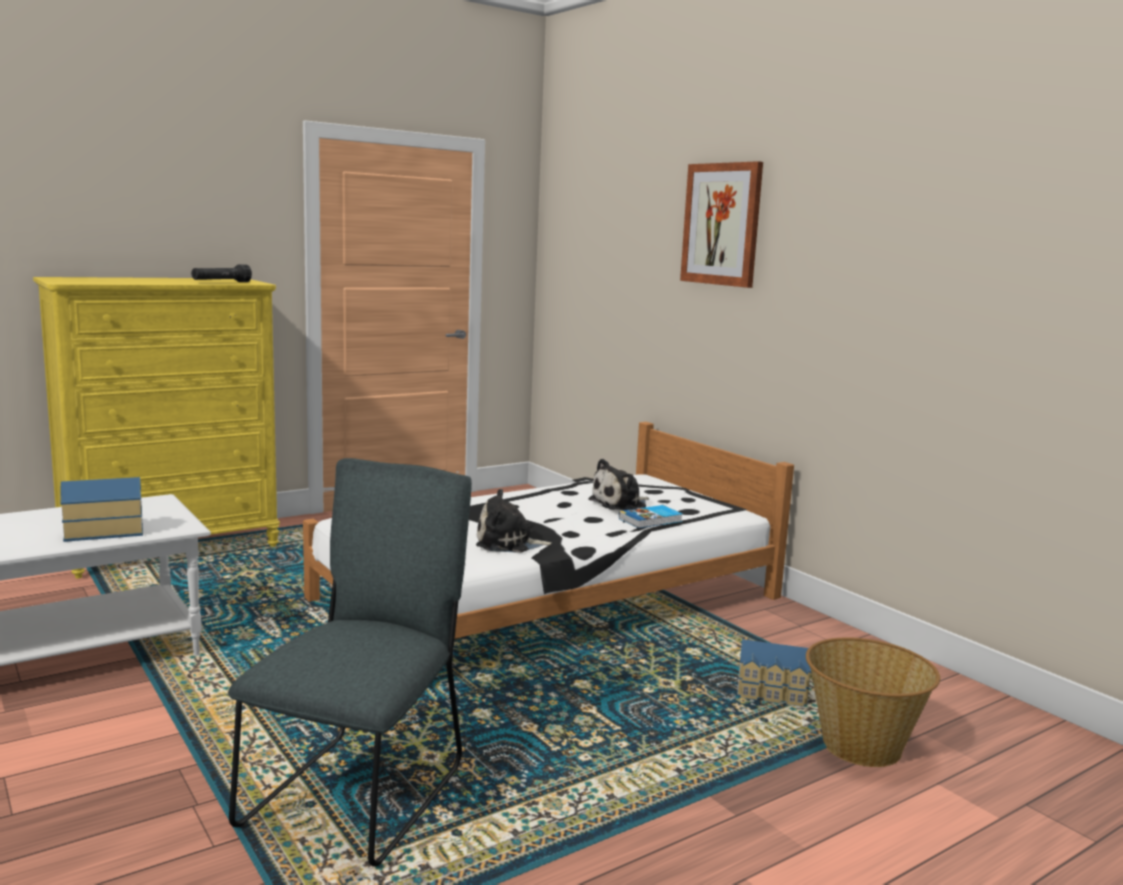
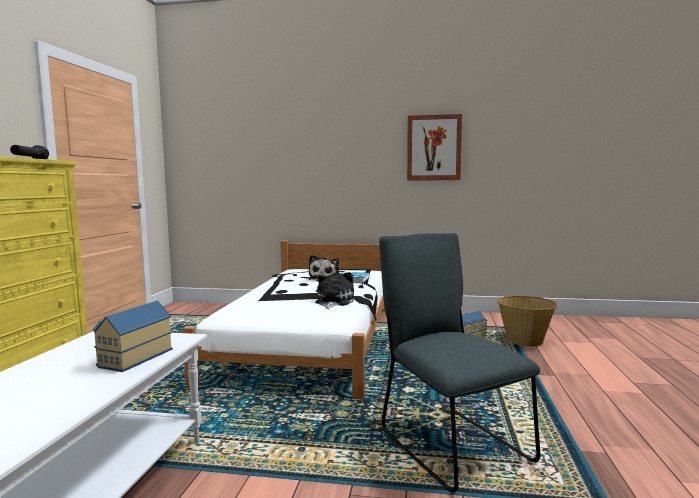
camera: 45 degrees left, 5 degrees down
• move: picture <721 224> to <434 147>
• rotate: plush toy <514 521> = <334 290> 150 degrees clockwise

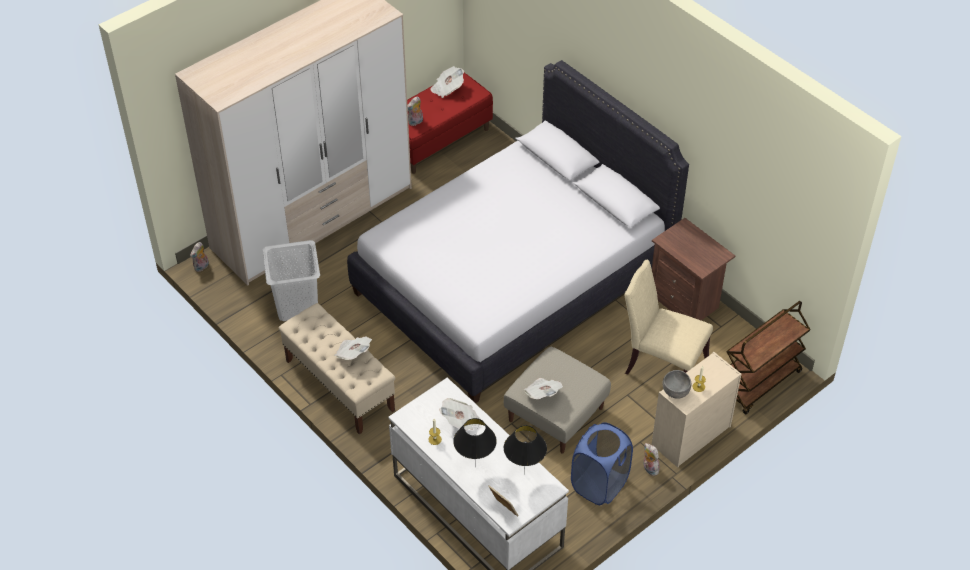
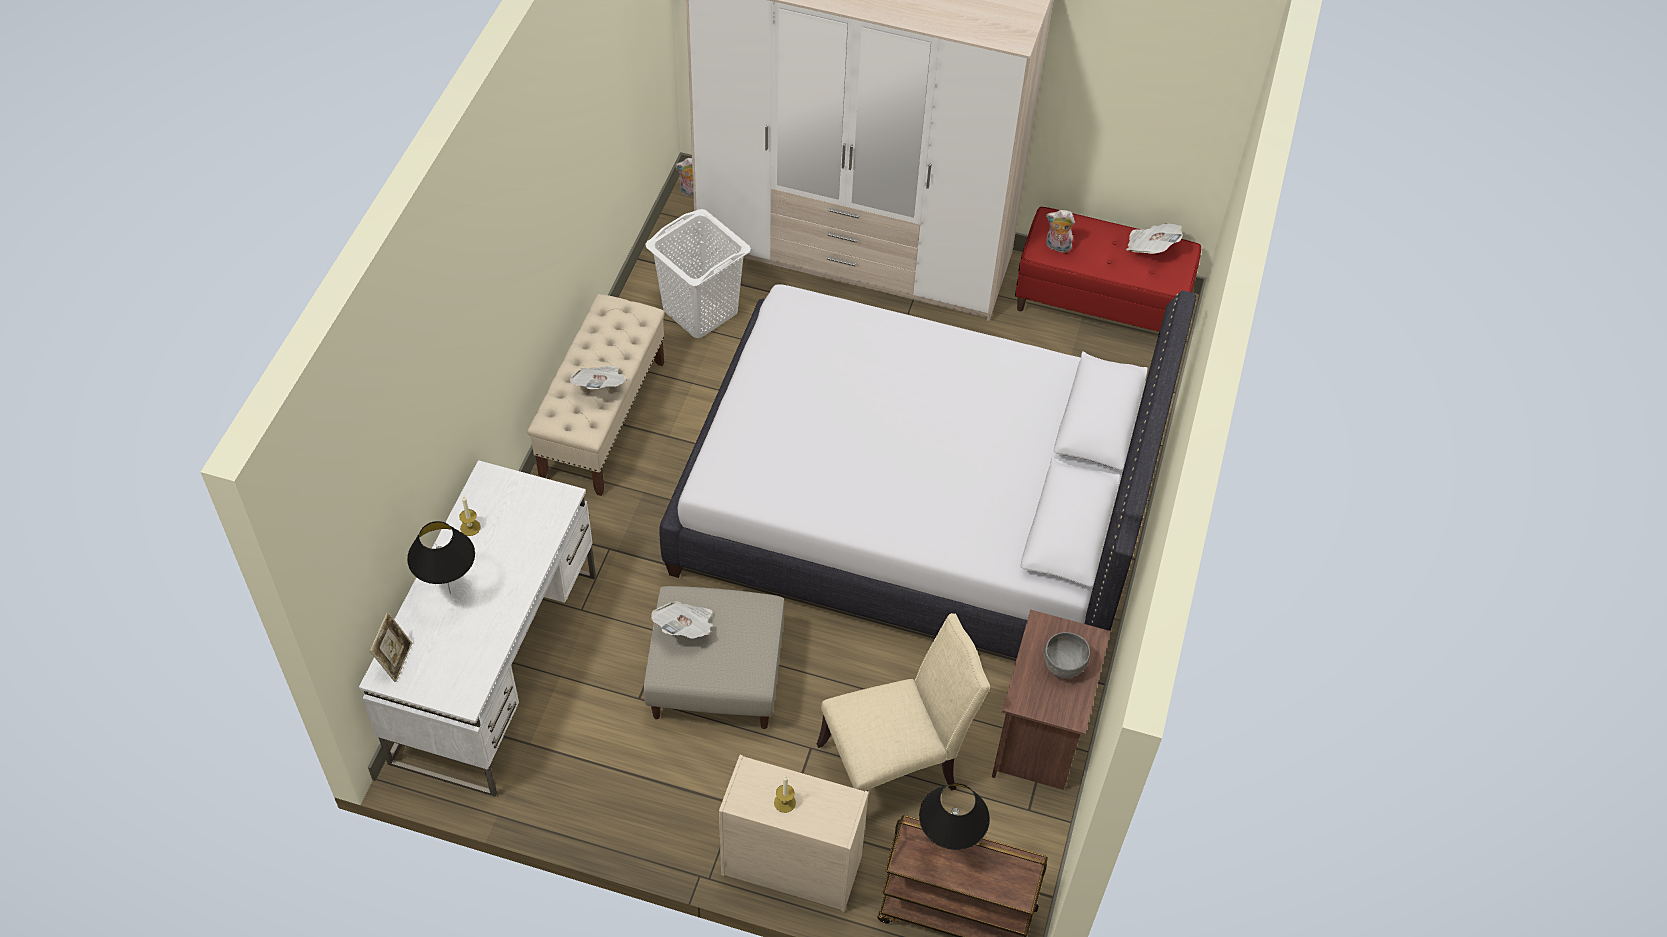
camera: 55 degrees right, 5 degrees up
• delete: daily paper <459 414>
• delete: laundry basket (blue-coloured) <602 463>
• delete: plush toy <651 459>
• move: table lamp (black-coloured) <525 449> to <954 816>
• move: bowl (gray) <677 384> to <1067 655>
• rotate: plain chair (sand-coloured) <669 317> = <903 702> 75 degrees clockwise

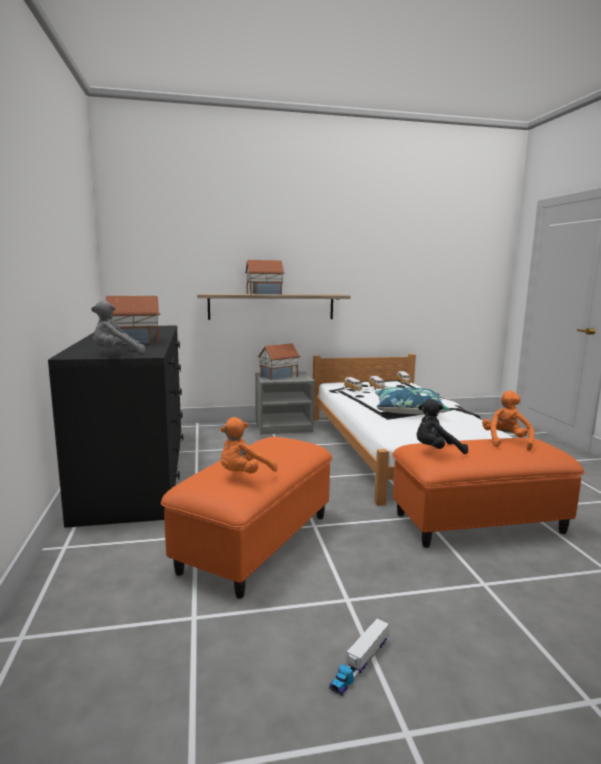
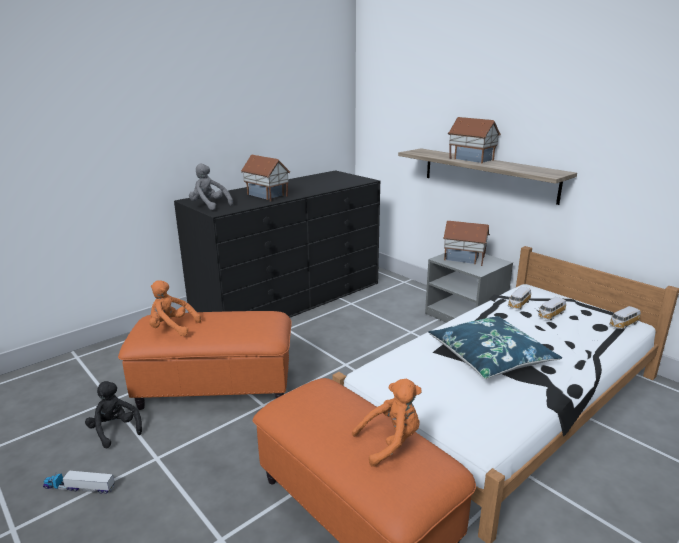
camera: 60 degrees right, 10 degrees up
• move: plush toy (black-coloured) <442 426> to <113 414>

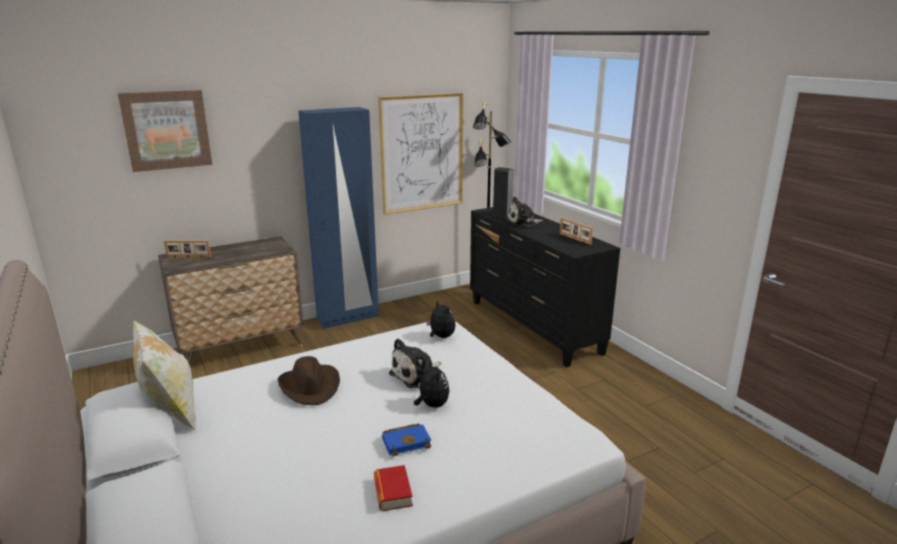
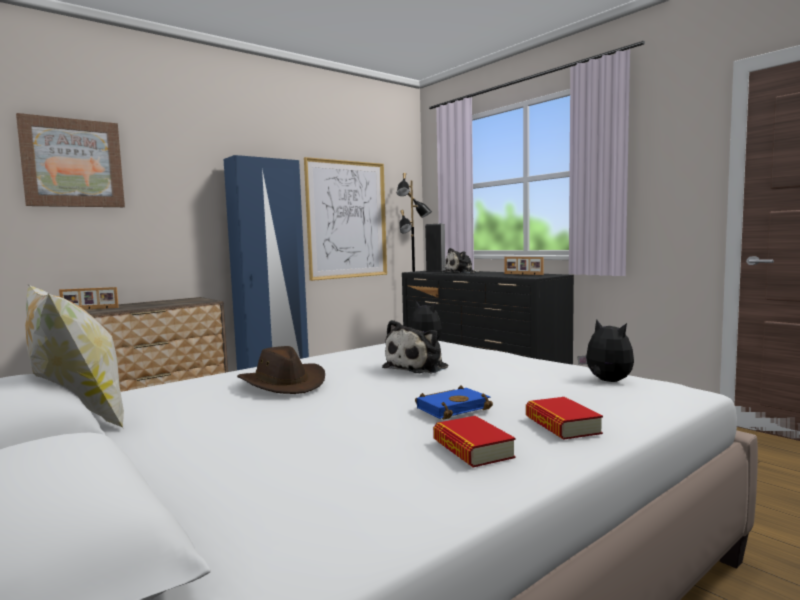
camera: 10 degrees left, 15 degrees down
• insert: bound book <564 418>
• move: plush toy <431 384> to <605 350>

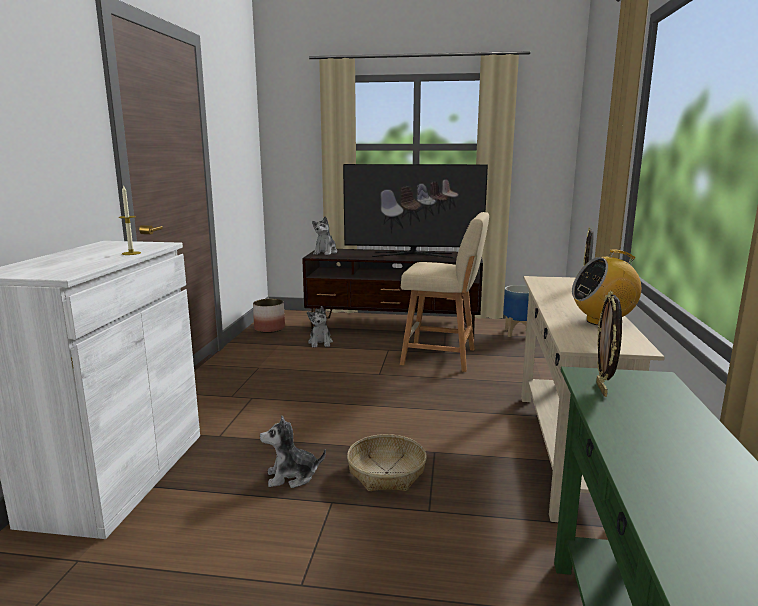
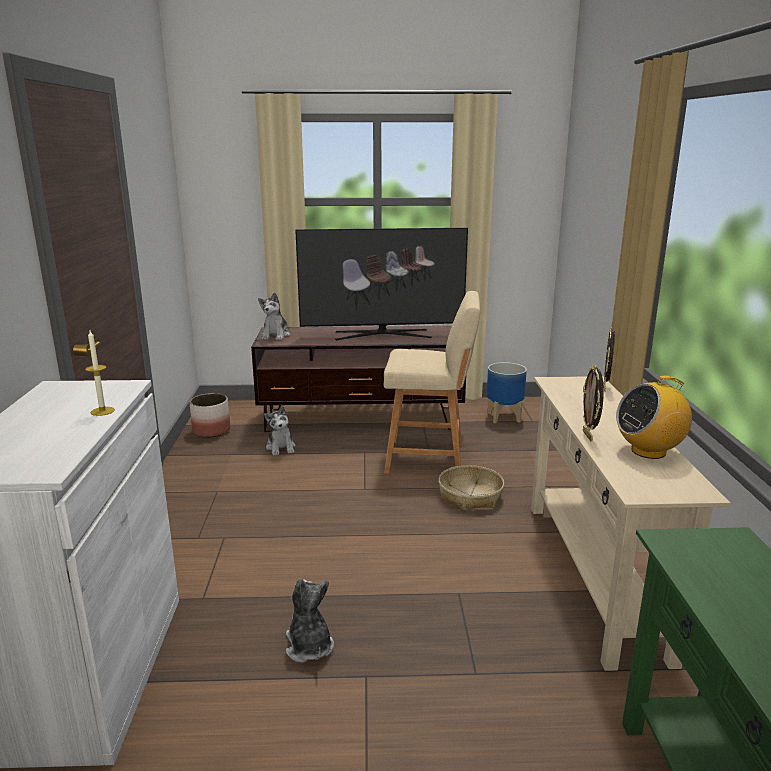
camera: 10 degrees left, 5 degrees up
• move: basket <387 462> to <471 488>
• move: photo frame <609 344> to <593 403>
• rotate: plush toy <293 452> = <310 620> 90 degrees clockwise

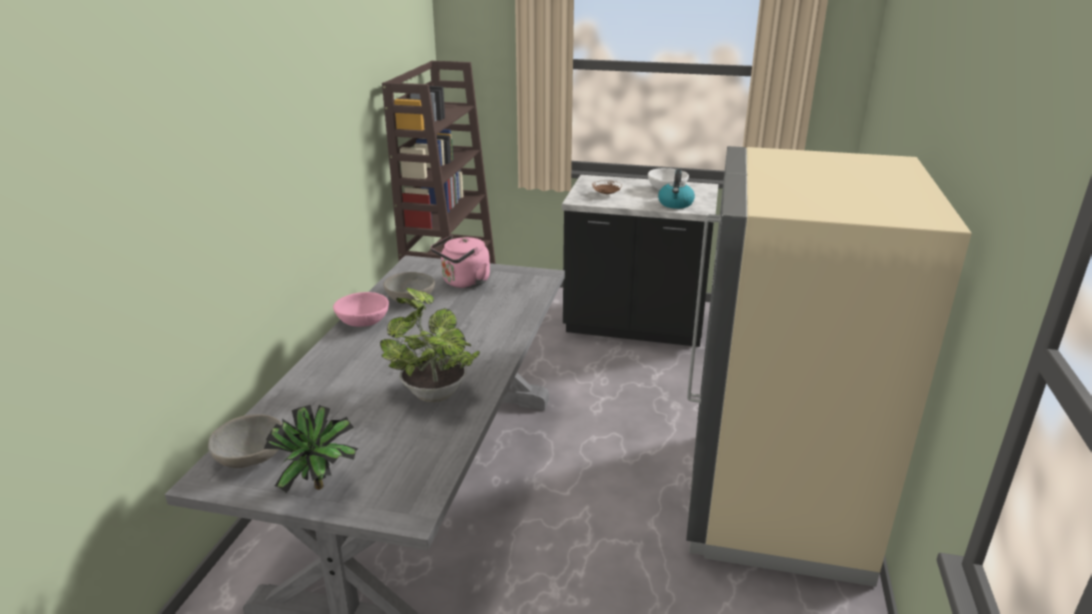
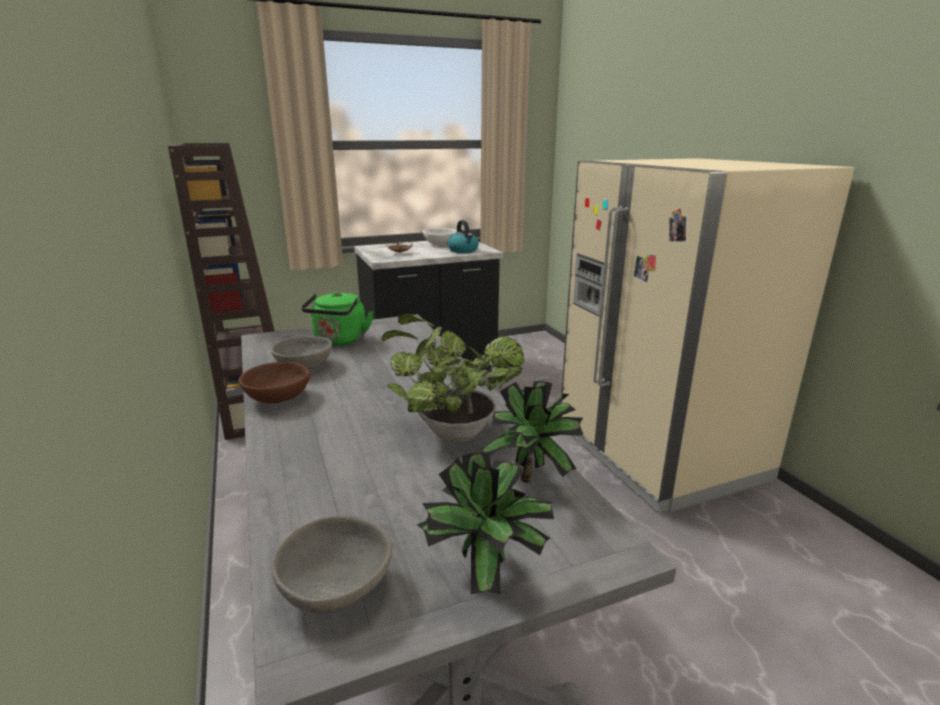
camera: 35 degrees left, 5 degrees down
• insert: plant in a pot <532 432>
• recolor: bowl (pinkish) <361 309> to bowl (brownish) <274 382>
• recolor: water kettle (pinkish) <460 261> to water kettle (green-coloured) <337 318>

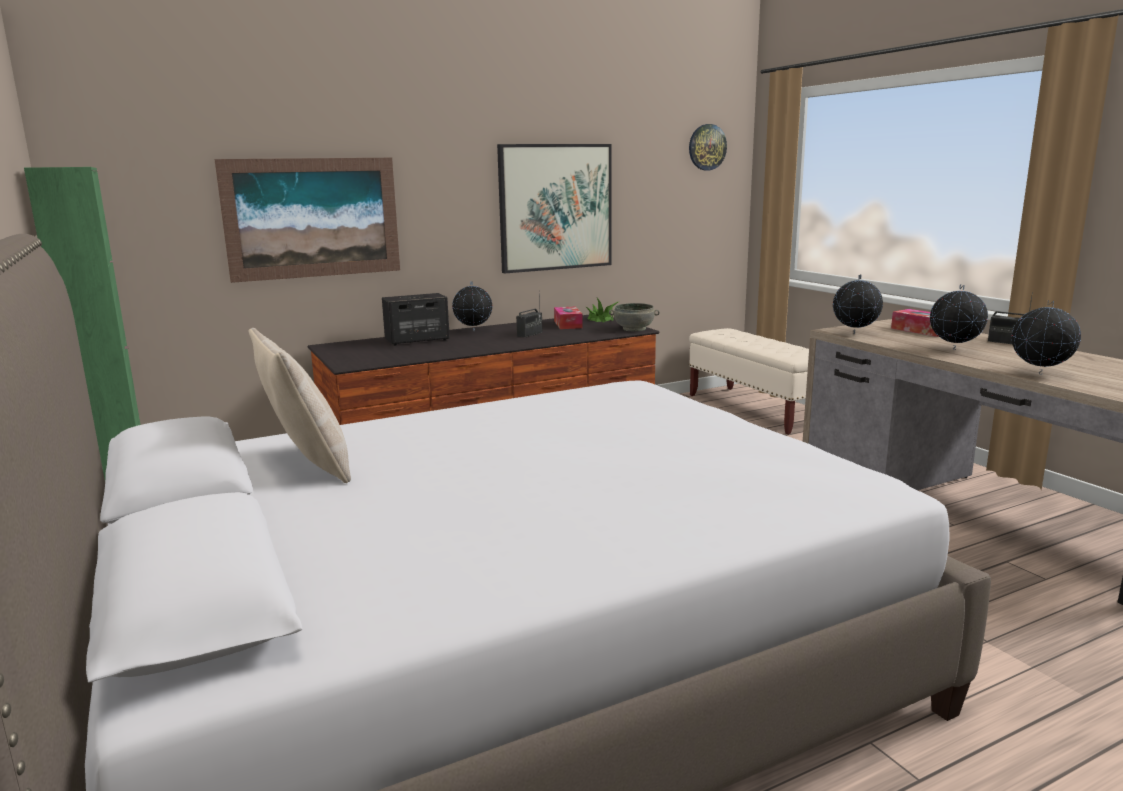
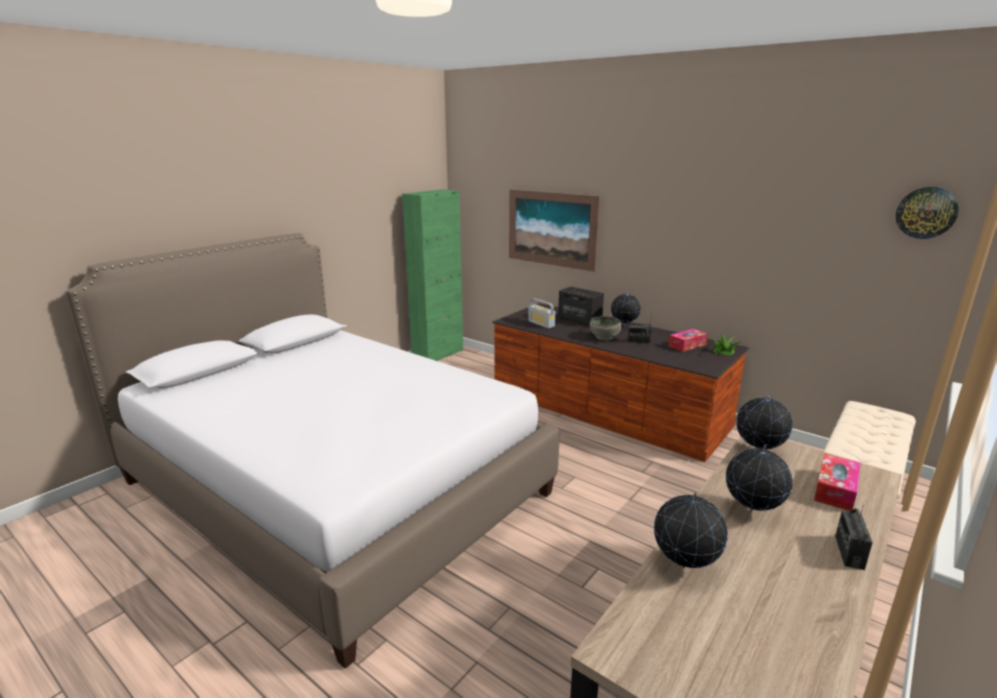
camera: 65 degrees right, 5 degrees up
• delete: pillow (sand-coloured) <300 405>
• delete: picture <554 208>
• insert: radio receiver <541 313>
• move: bowl (gray) <634 317> to <606 328>

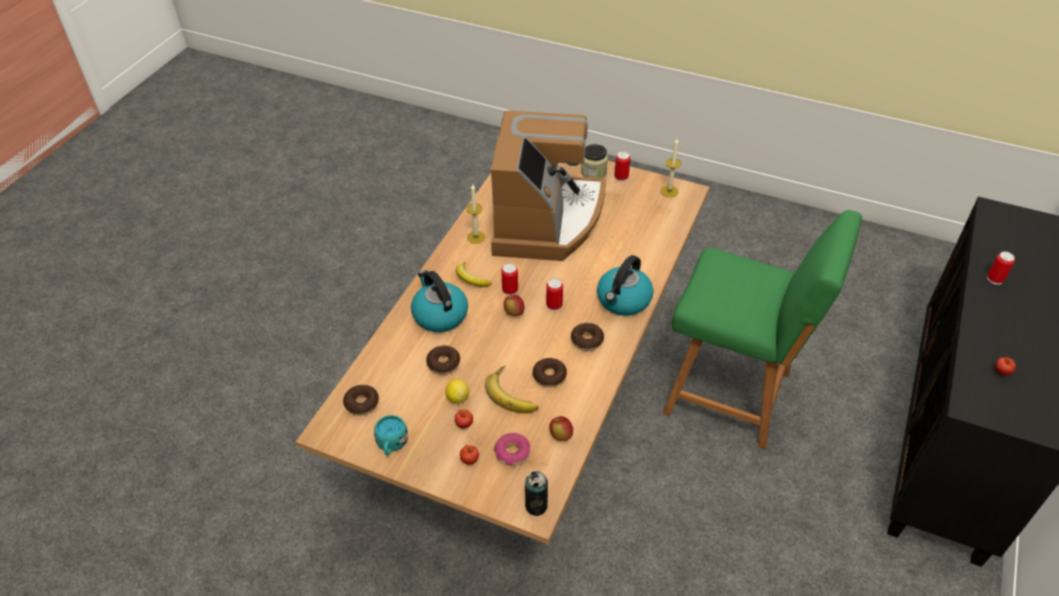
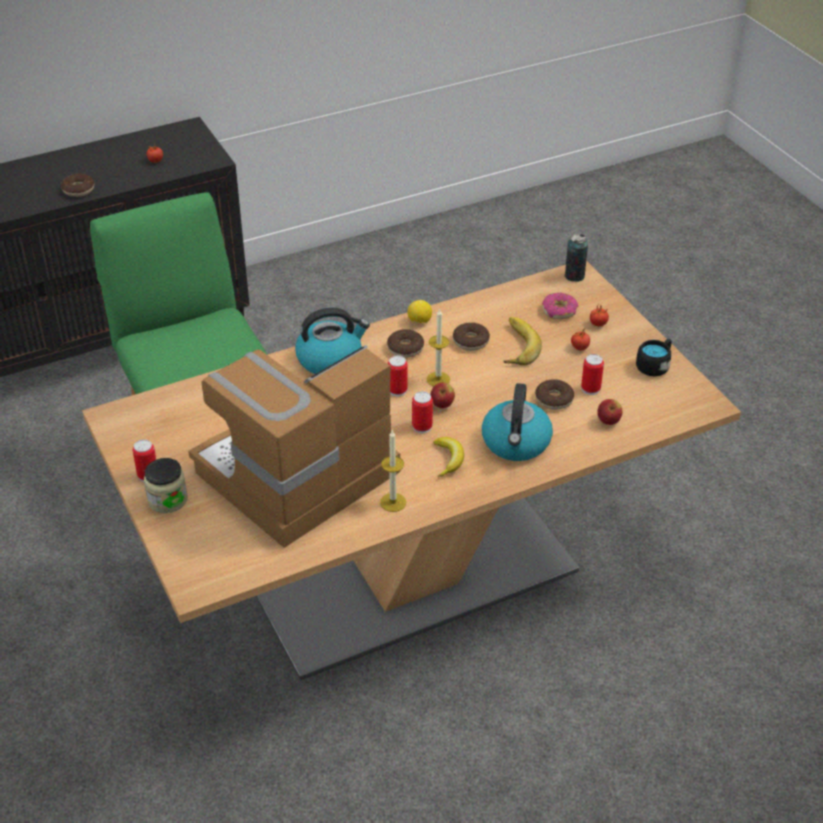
camera: 140 degrees left, 5 degrees down
• move: donut <361 400> to <77 185>
• move: whole lemon <457 391> to <419 311>
• move: whole apple <561 428> to <610 412>
• move: wax light <671 168> to <438 347>
• move: metal can <1001 268> to <592 374>
• recolor: coffee mug (turquoise-coloured) <391 435> to coffee mug (black-coloured) <654 357>

